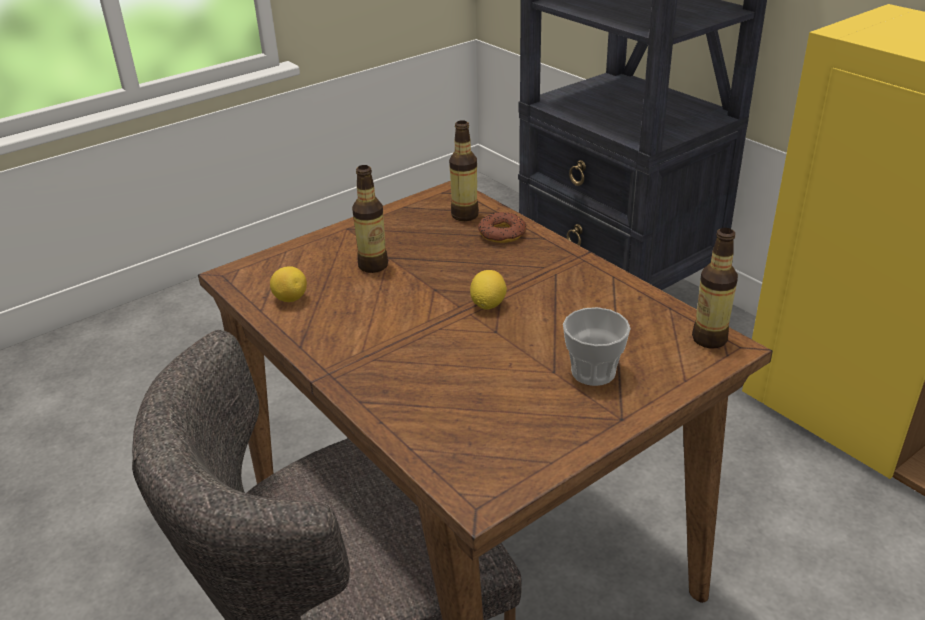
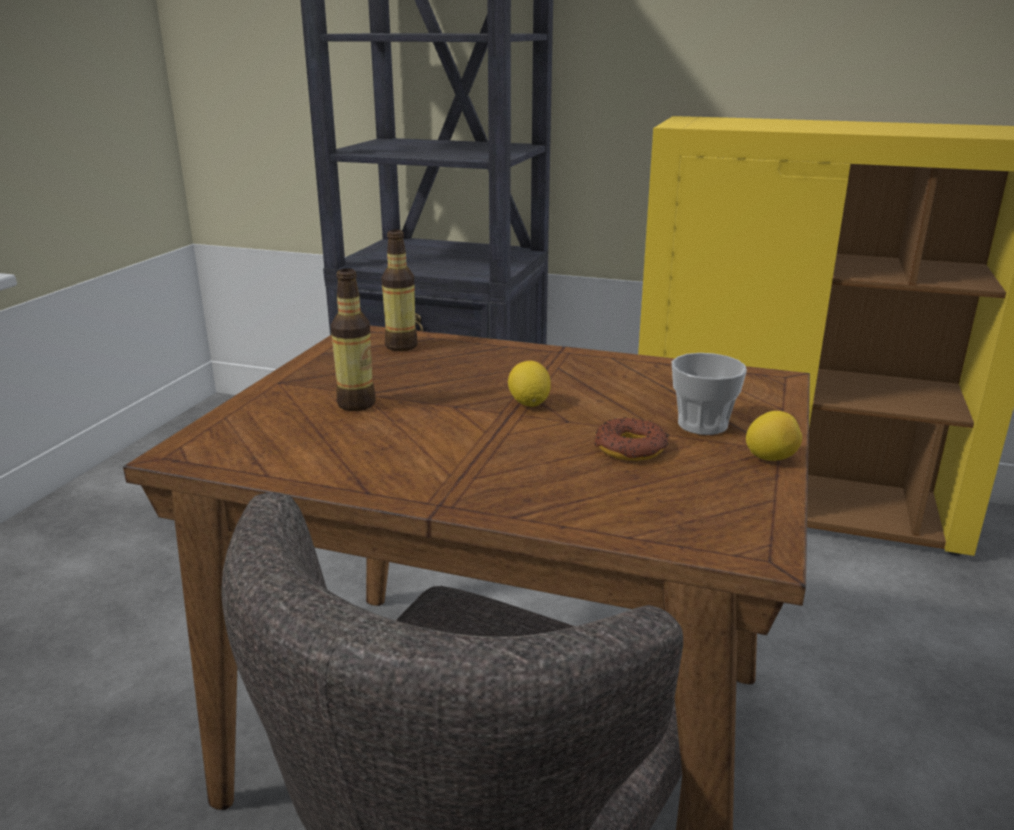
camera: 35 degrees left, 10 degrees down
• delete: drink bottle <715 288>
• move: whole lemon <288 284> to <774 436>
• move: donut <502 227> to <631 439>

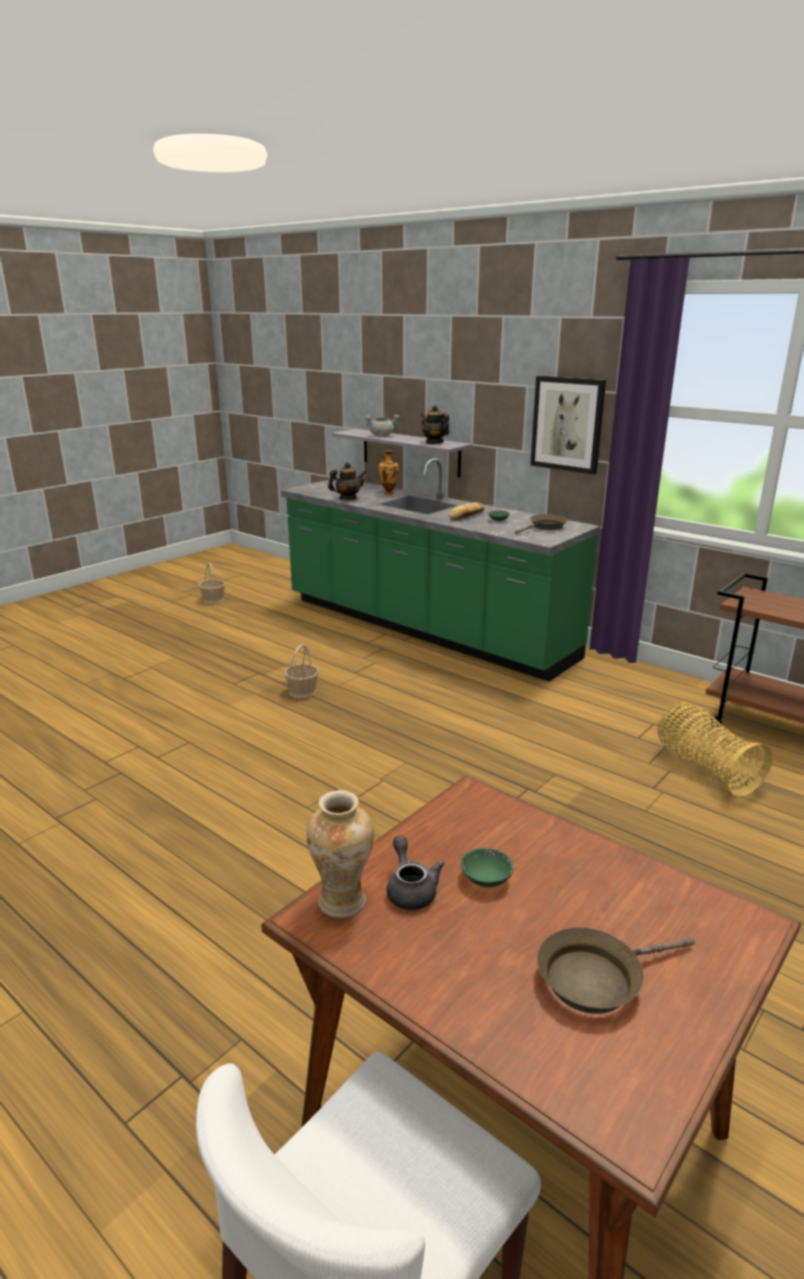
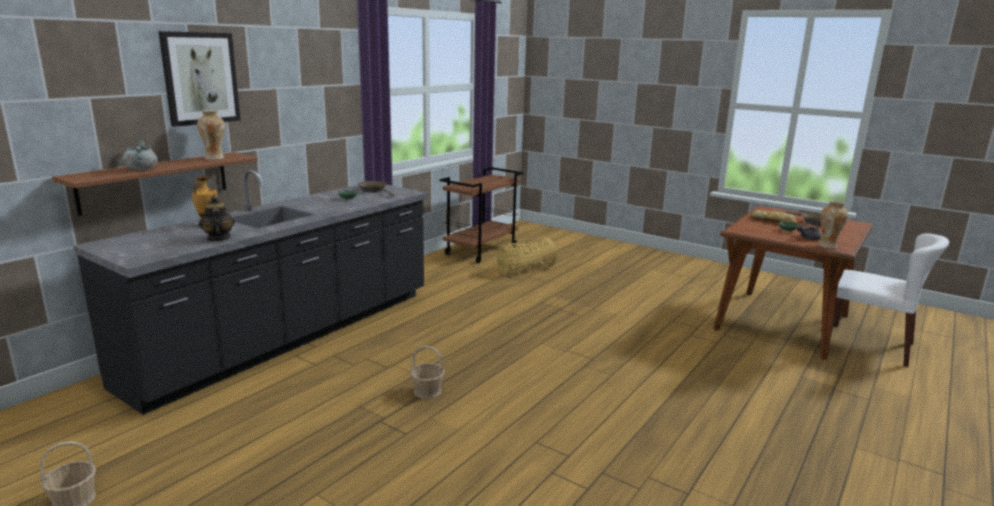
camera: 95 degrees left, 5 degrees down
• move: bread <466 511> to <774 216>
• move: picture <568 425> to <199 79>
• replace: tea pot <435 424> to vase <211 135>
• recolor: counter (green-coloured) <440 569> to counter (black-coloured) <250 292>
• recolor: shelf (gray) <402 453> to shelf (brownish) <155 184>

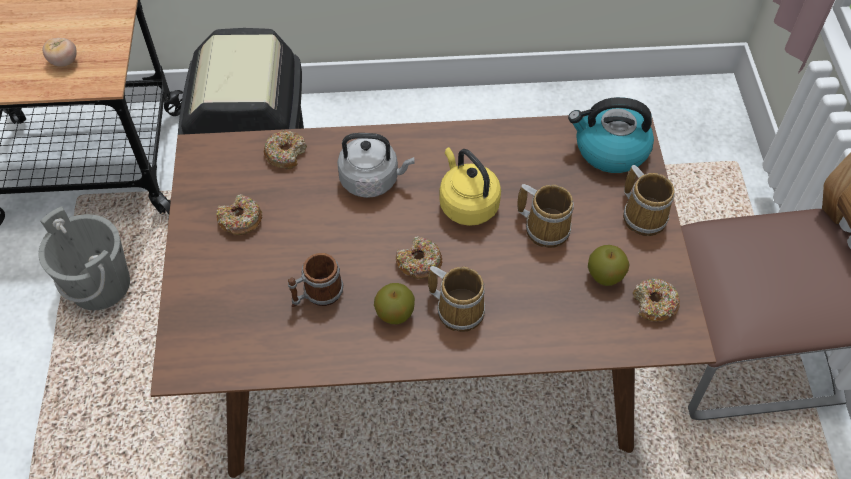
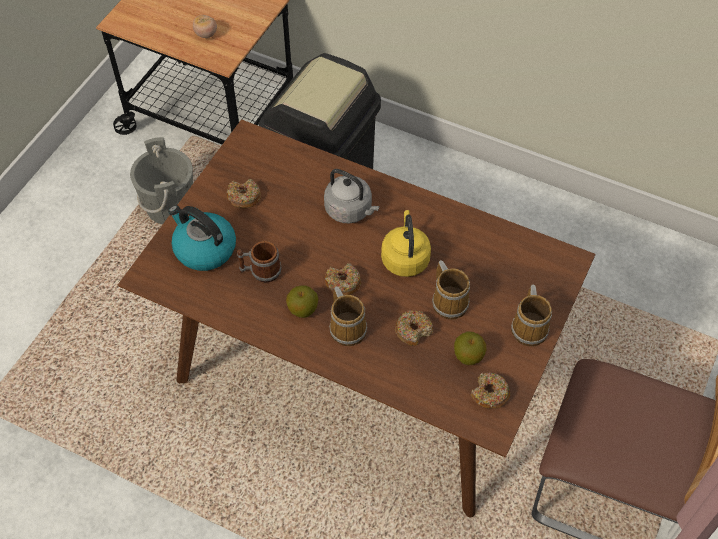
camera: 30 degrees right, 0 degrees up
• move: donut <285 150> to <414 328>
• move: water kettle <611 135> to <202 238>

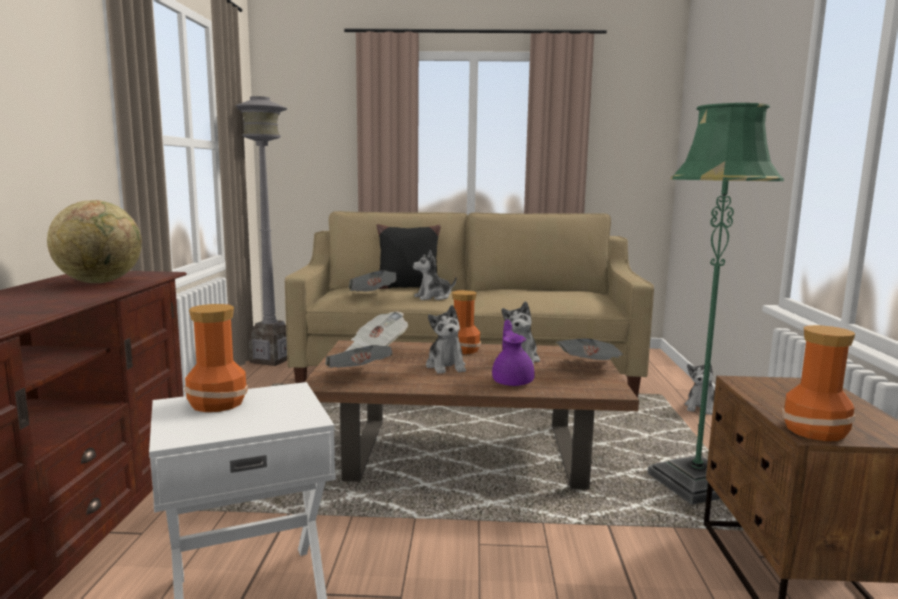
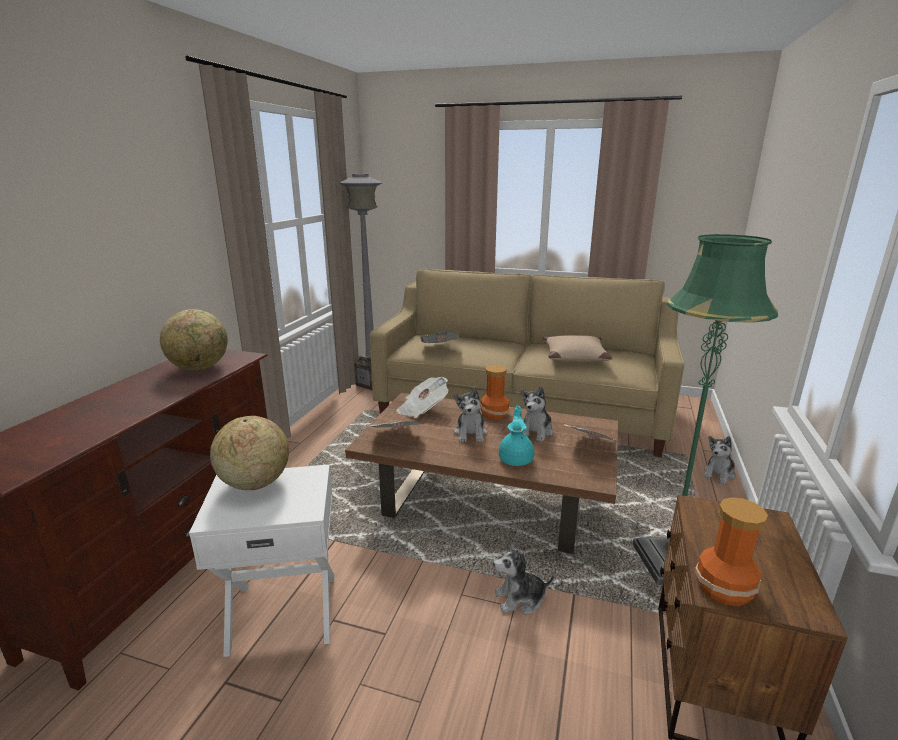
camera: 15 degrees right, 10 degrees up
• delete: pillow (black-coloured) <409 256>
• insert: pillow (sand-coloured) <577 348>
• move: plush toy <434 275> to <523 578>
• replace: vase <216 358> to desk globe <249 453>
• recolor: tea pot (purple) <513 353> to tea pot (turquoise-coloured) <516 435>

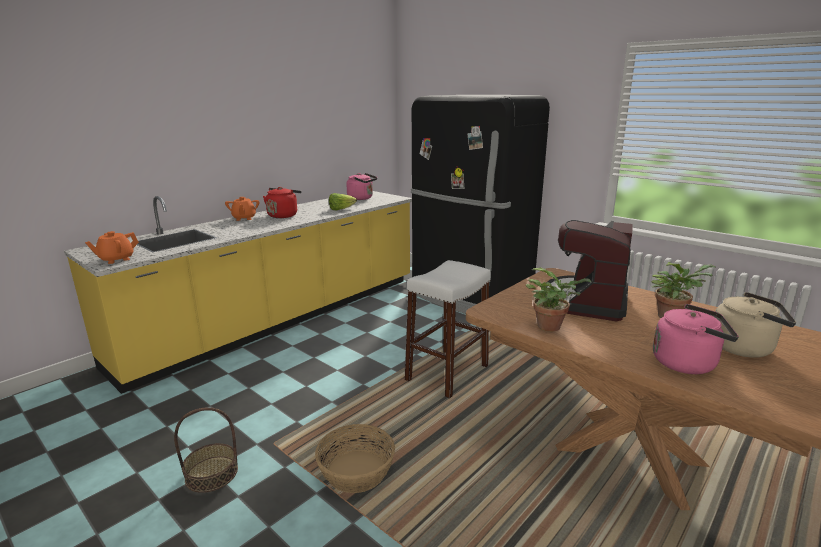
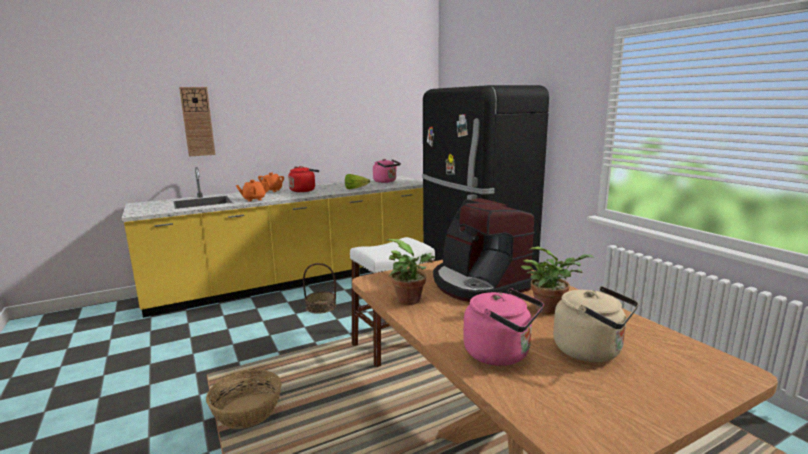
camera: 20 degrees right, 5 degrees down
• insert: hanging clock <197 122>
• move: tea pot (orange) <112 247> to <252 191>
• move: basket <206 450> to <319 288>
• rotate: coffee machine <589 271> = <484 250> 75 degrees counterclockwise

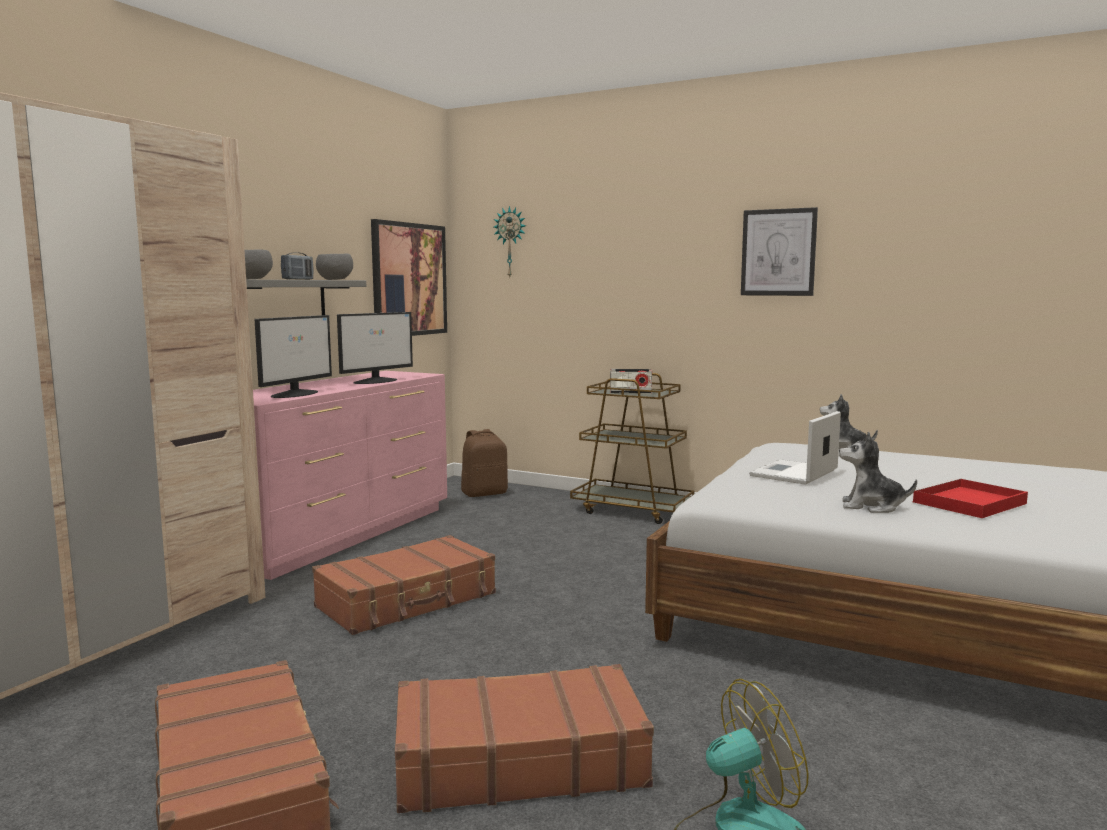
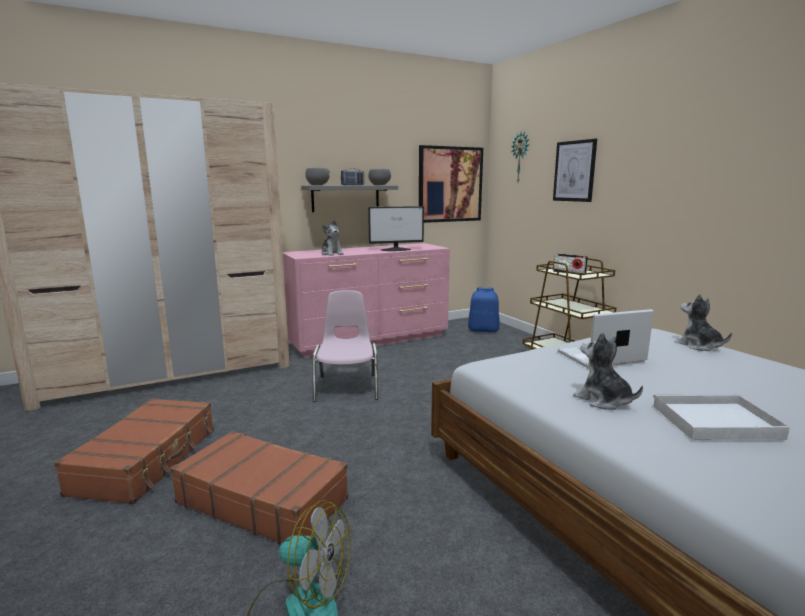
camera: 35 degrees right, 5 degrees up
• move: picture <779 251> to <575 170>
• replace: computer display <293 356> to plush toy <332 238>
• replace: suitcase (brownish) <404 585> to plain chair (pinkish) <345 346>
• recolor: knapsack (brownish) <484 463> to knapsack (blue-coloured) <484 309>
• recolor: serving tray (reddish) <970 498> to serving tray (whitish) <721 417>

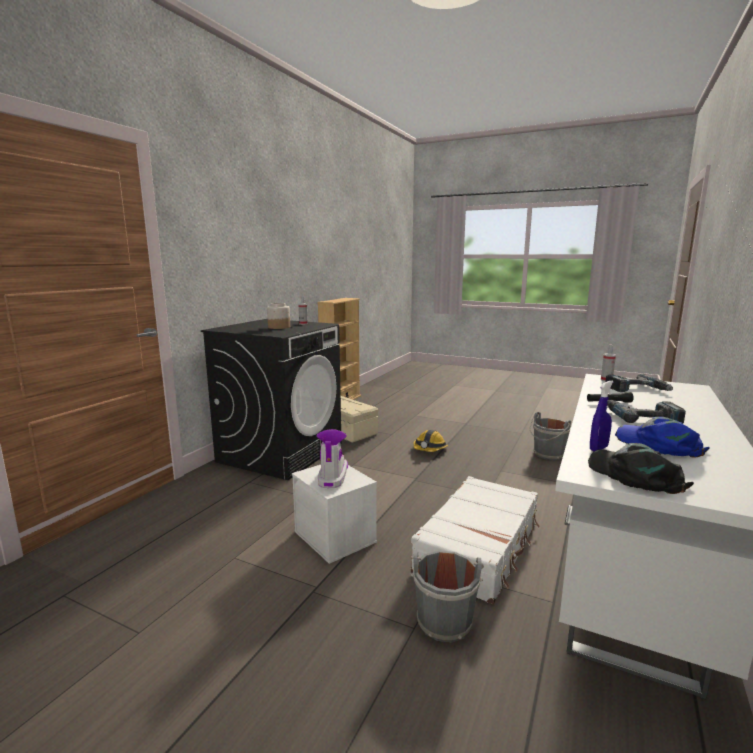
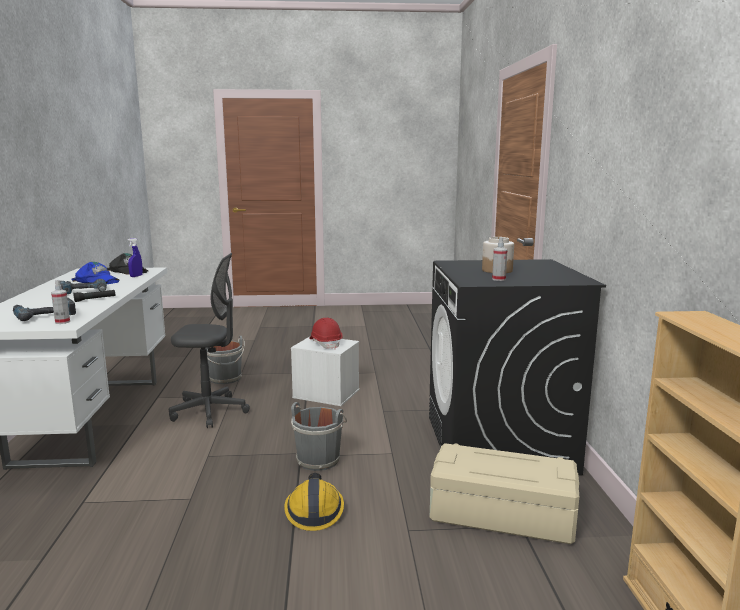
camera: 150 degrees right, 0 degrees up
• move: pail (gray) <550 436> to <319 436>
• replace: high-top boot <332 458> to safety helmet (reddish) <326 333>
• replace: suitcase (whitish) <474 540> to desk chair (gray) <209 340>

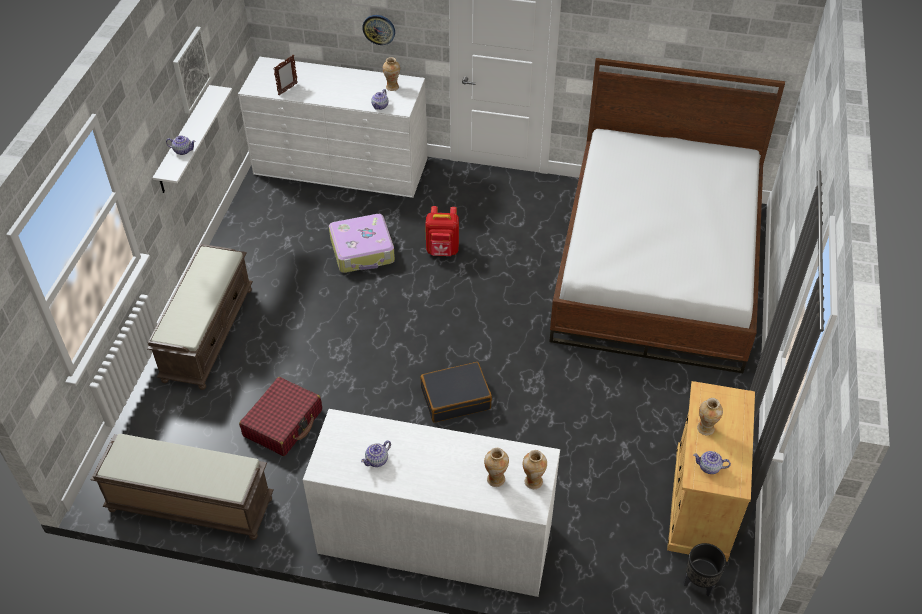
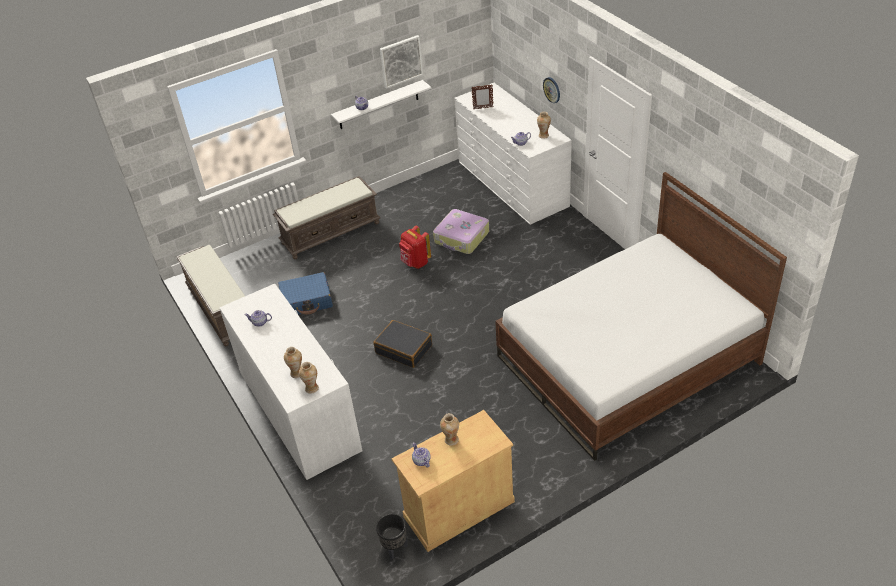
camera: 50 degrees right, 5 degrees down
• move: knapsack (reddish) <442 231> to <415 247>
• recolor: suitcase (reddish) <280 416> to suitcase (blue-coloured) <305 293>

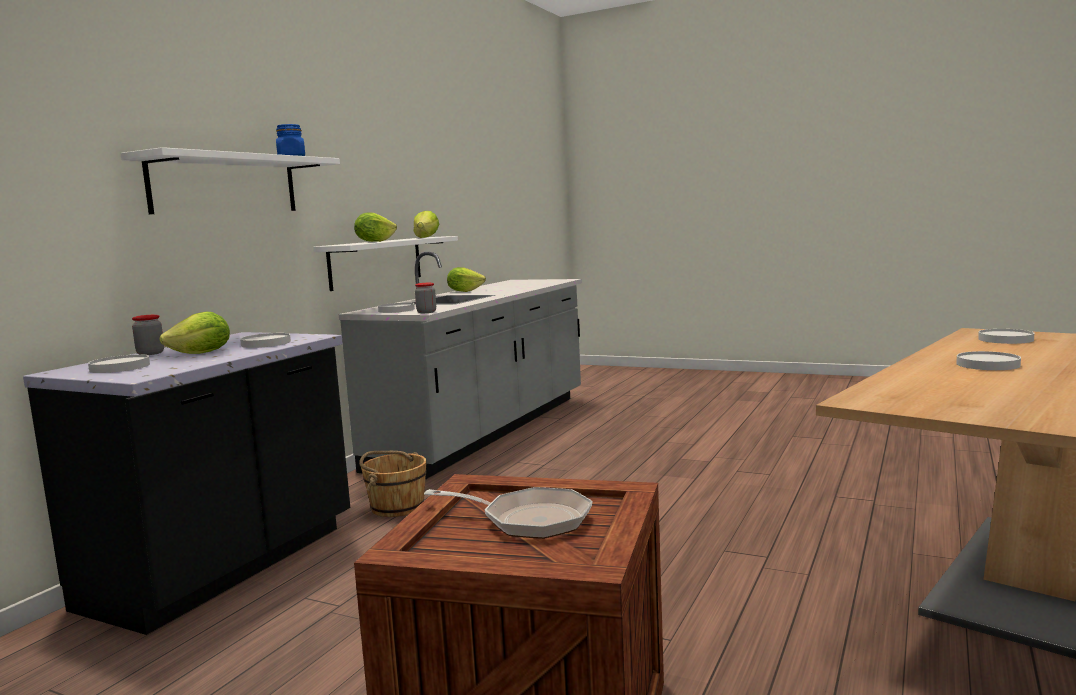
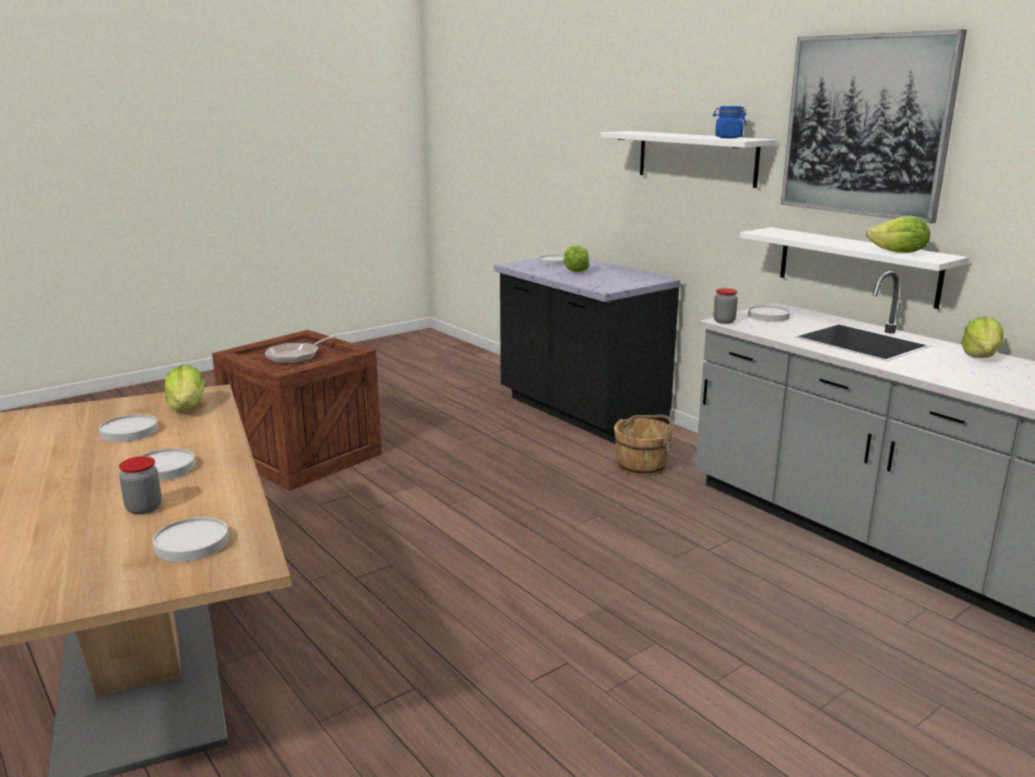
camera: 115 degrees right, 10 degrees up
• insert: picture <874 126>
• move: preserve jar <148 335> to <140 485>
• move: dinner plate (whitish) <265 340> to <128 428>
• move: lettuce head <375 227> to <185 388>

